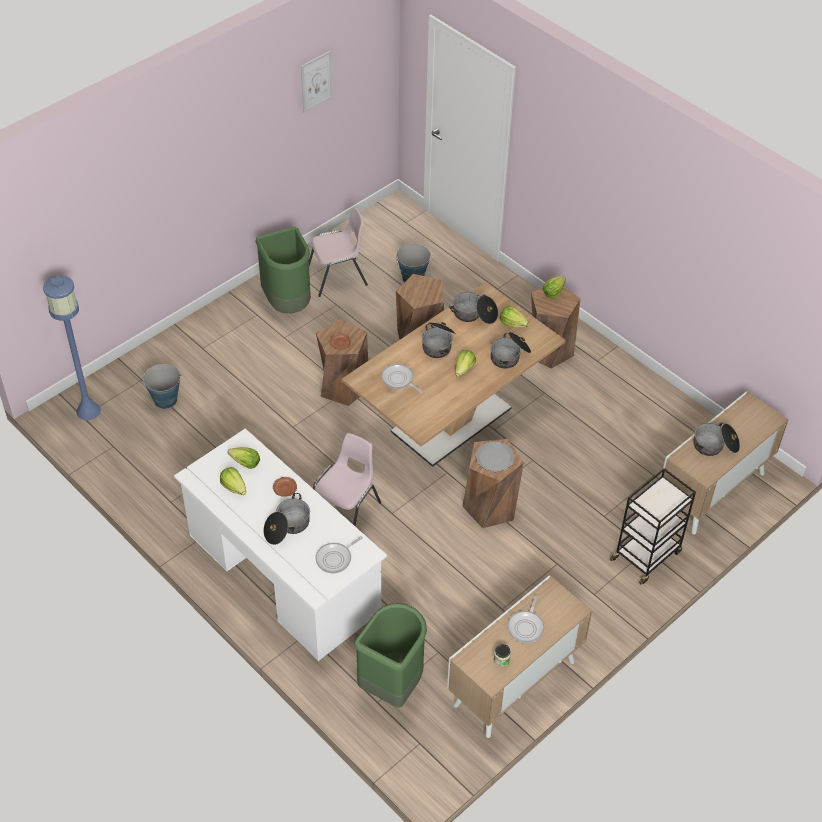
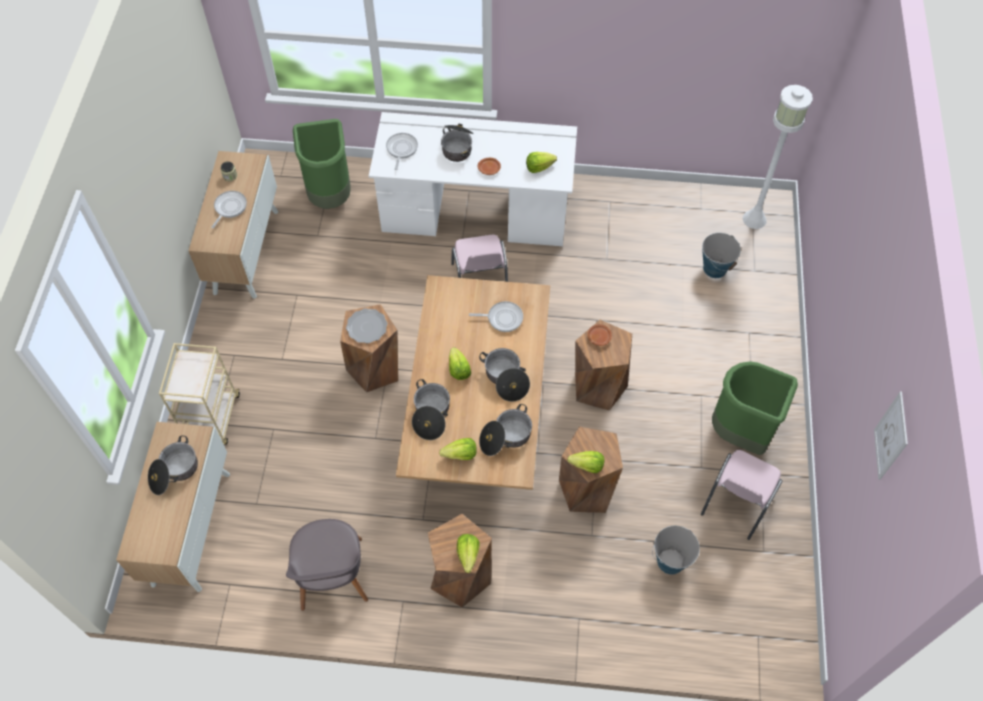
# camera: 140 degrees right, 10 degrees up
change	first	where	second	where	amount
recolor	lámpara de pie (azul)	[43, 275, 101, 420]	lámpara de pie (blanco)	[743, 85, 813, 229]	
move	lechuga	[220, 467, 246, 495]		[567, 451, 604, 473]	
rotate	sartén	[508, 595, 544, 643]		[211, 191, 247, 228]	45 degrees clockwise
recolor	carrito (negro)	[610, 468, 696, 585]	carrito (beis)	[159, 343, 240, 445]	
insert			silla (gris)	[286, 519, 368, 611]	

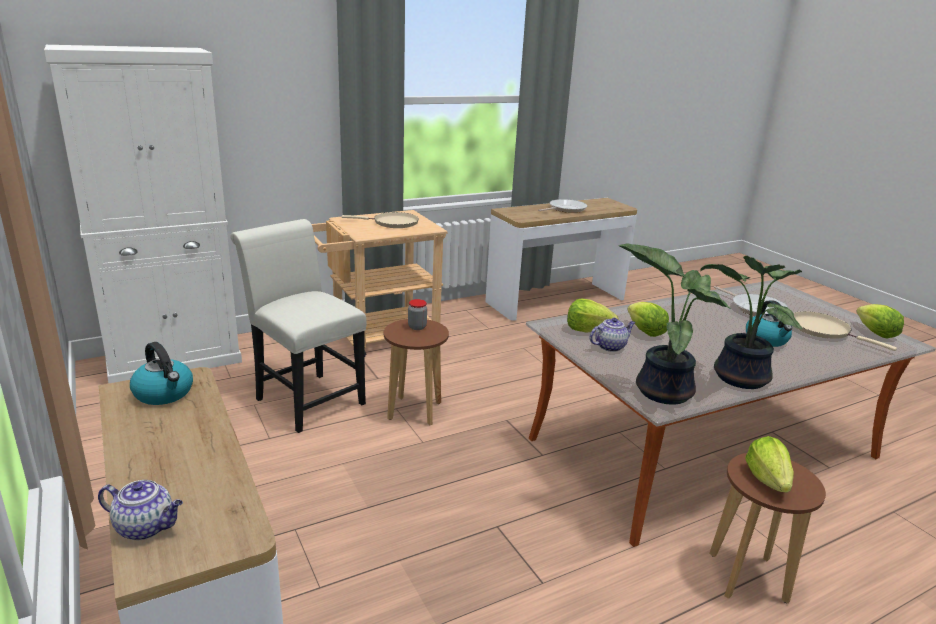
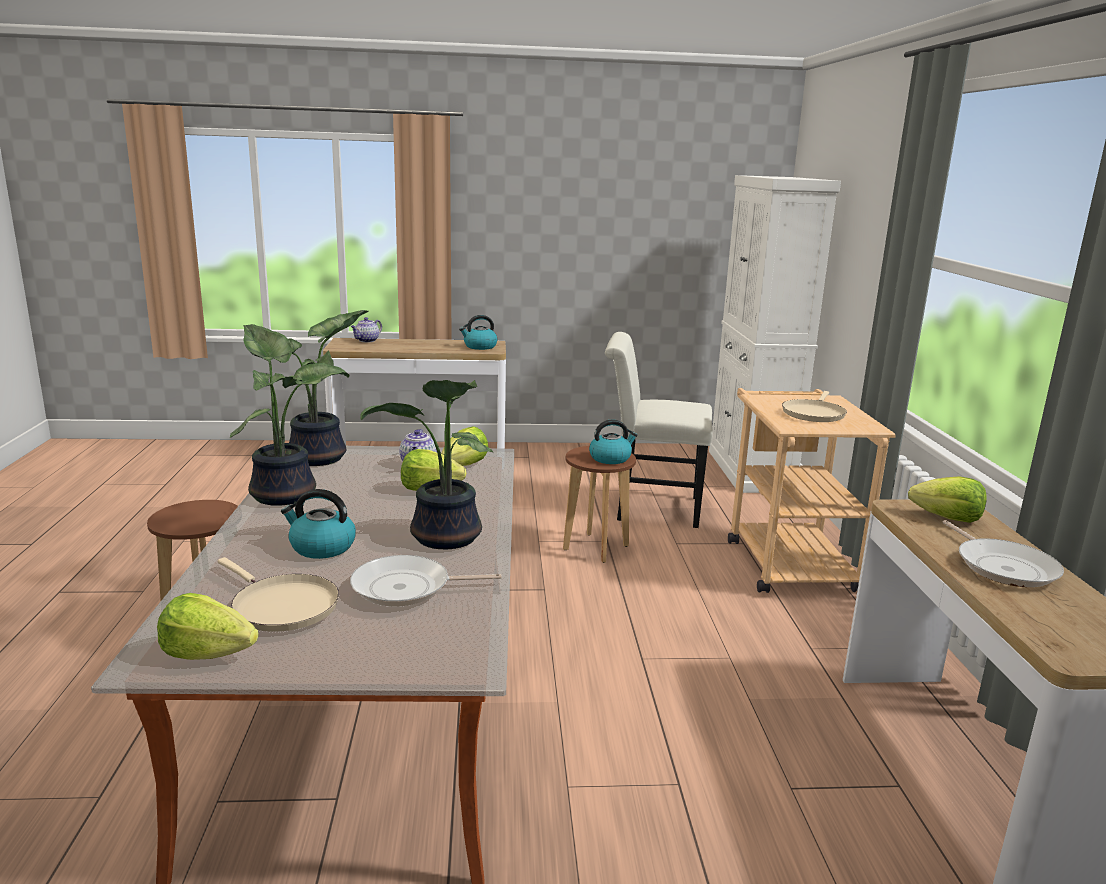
# camera: 115 degrees right, 5 degrees down
change	first	where	second	where	amount
rotate	silla (blanco)	[230, 219, 367, 433]		[605, 332, 713, 528]	150 degrees counterclockwise
replace	tarro	[408, 299, 427, 330]	hervidor	[589, 420, 638, 464]	
move	lechuga	[745, 436, 794, 493]		[908, 476, 987, 523]	
rotate	sartén (beis)	[793, 311, 897, 351]		[218, 557, 339, 632]	60 degrees clockwise
insert			planta en maceta	[361, 380, 494, 549]	

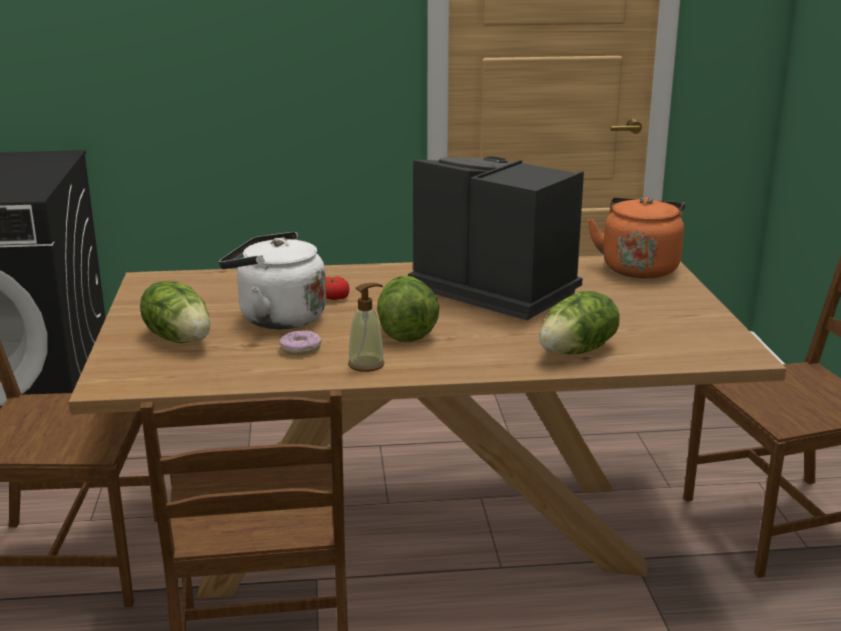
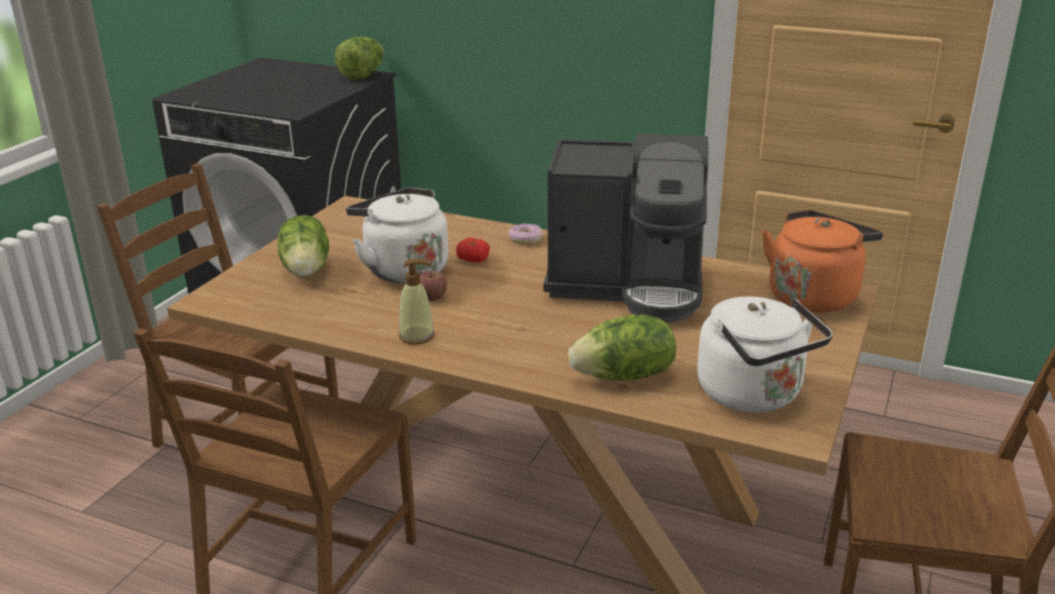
# camera: 30 degrees right, 5 degrees up
change	first	where	second	where	amount
move	rosquilla	[279, 330, 322, 355]		[508, 224, 543, 244]	
move	lechuga	[377, 276, 439, 342]		[335, 37, 383, 80]	
rotate	cafetera	[408, 157, 584, 320]		[543, 134, 708, 323]	120 degrees clockwise
insert			manzana	[420, 271, 447, 301]	
insert			hervidor (blanco)	[697, 296, 833, 412]	

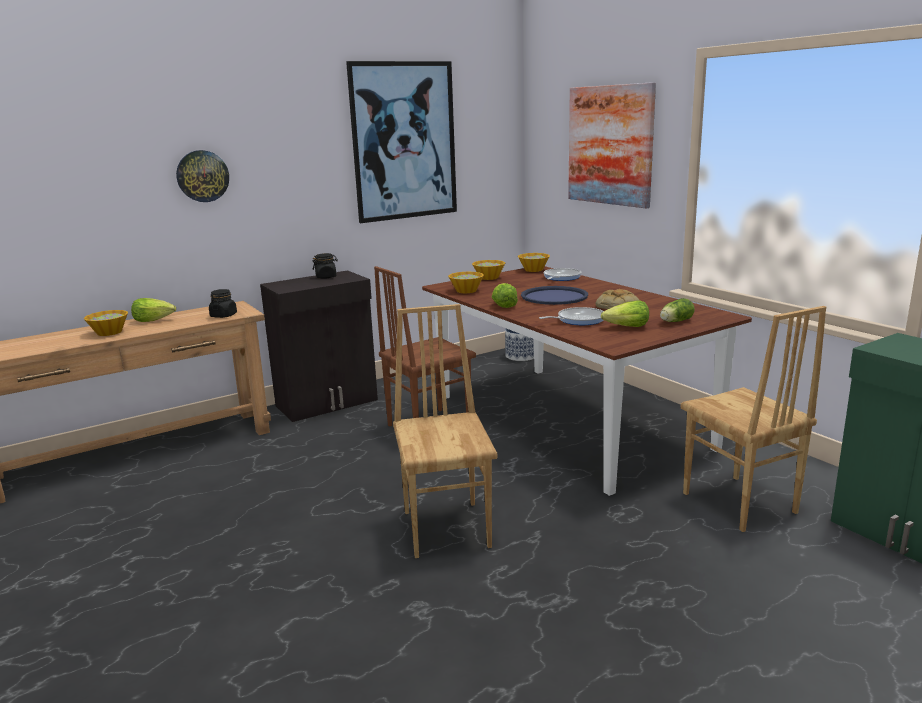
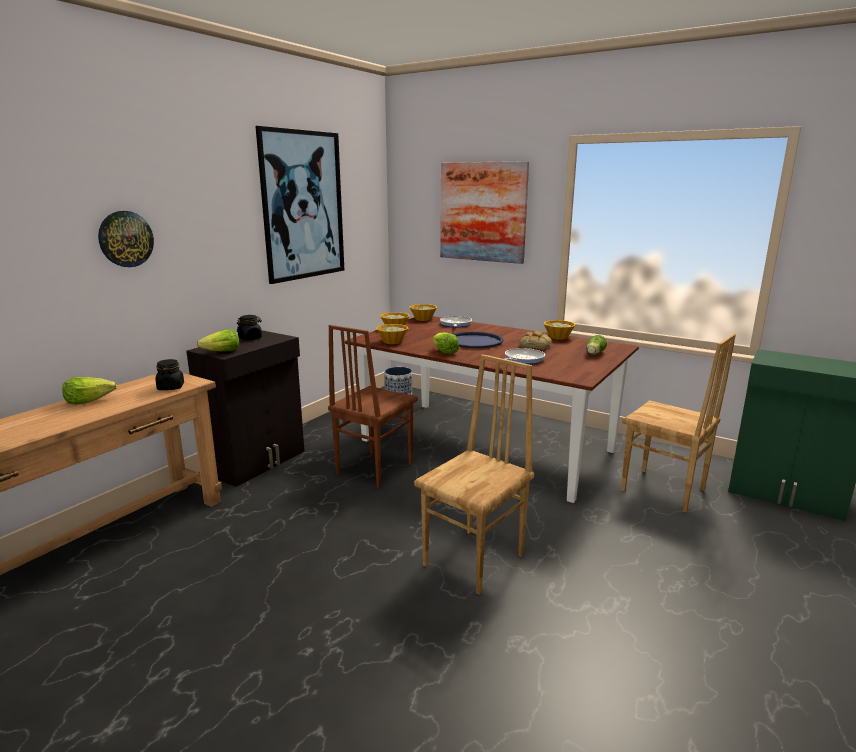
# camera: 25 degrees left, 0 degrees up
change	first	where	second	where	amount
move	cuenco	[84, 310, 128, 336]		[544, 320, 576, 340]	
rotate	silla (marrón)	[393, 304, 497, 558]		[414, 354, 534, 594]	75 degrees clockwise
move	lechuga	[601, 300, 649, 327]		[197, 329, 239, 351]	

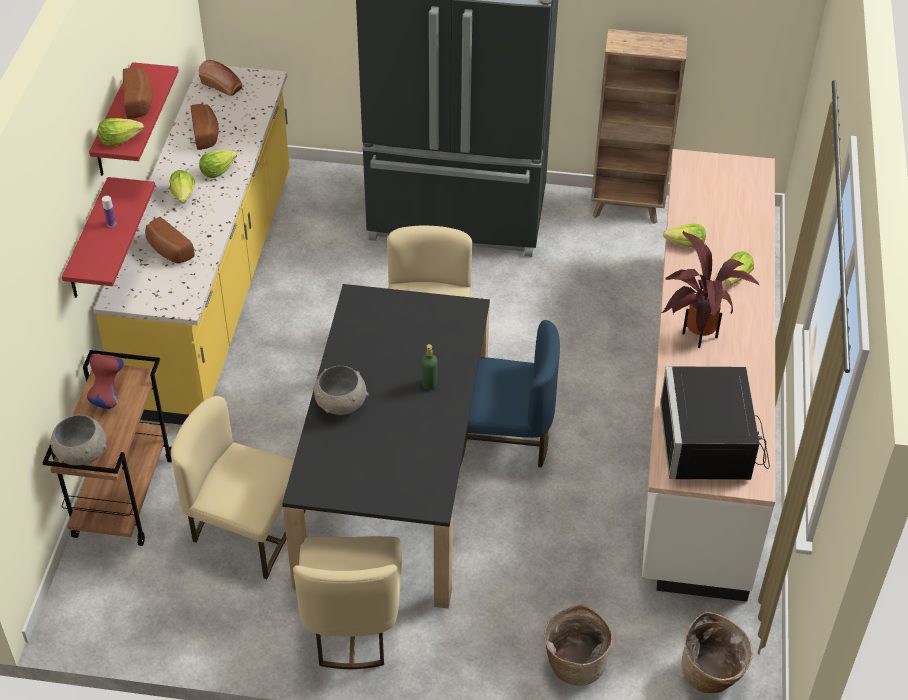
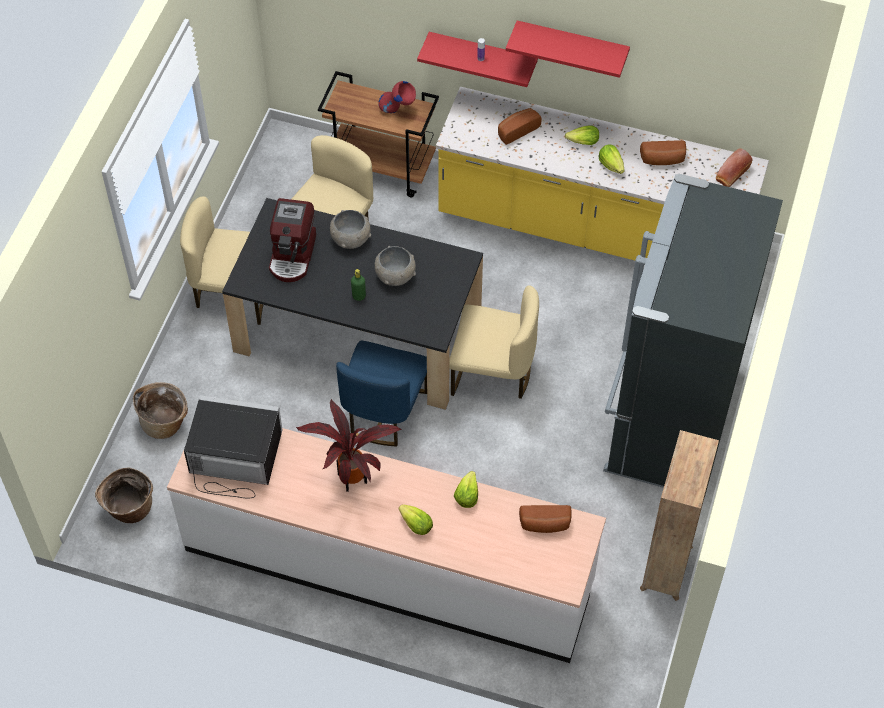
# camera: 100 degrees right, 10 degrees up
change	first	where	second	where	amount
move	cuenco (gris)	[50, 415, 107, 465]		[375, 246, 416, 286]	
delete	lechuga	[97, 118, 144, 147]			
move	pan	[123, 68, 153, 119]		[519, 505, 571, 533]	
insert			cafetera	[269, 198, 316, 282]	

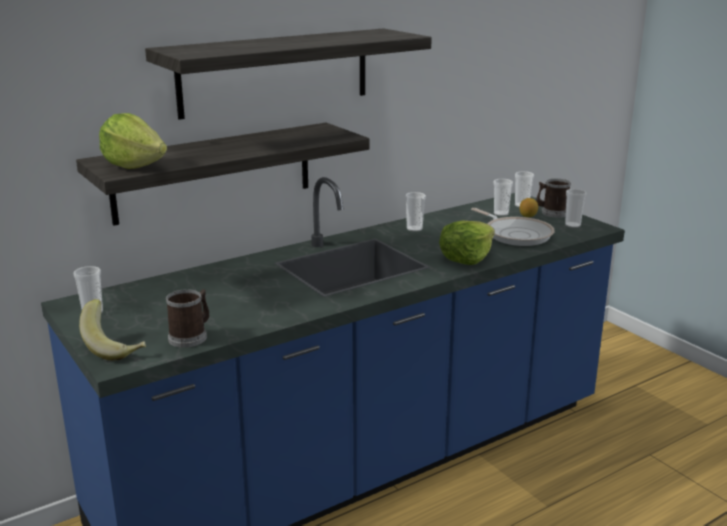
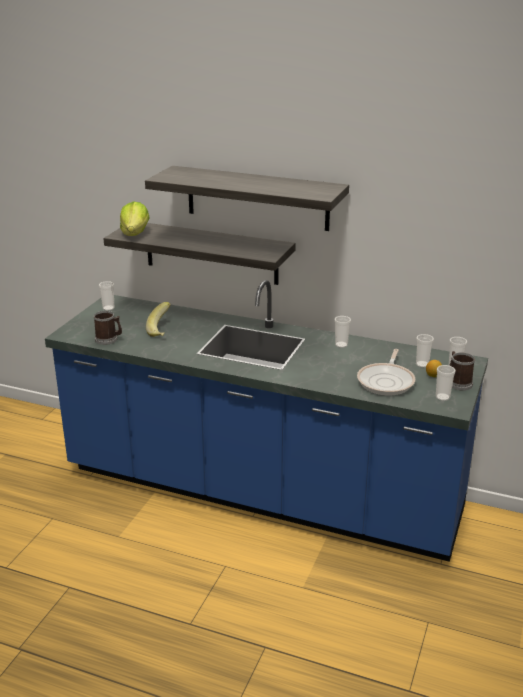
# camera: 55 degrees right, 5 degrees up
change	first	where	second	where	amount
move	plátano	[79, 299, 146, 360]		[146, 302, 171, 337]	
delete	lechuga	[439, 220, 495, 265]			

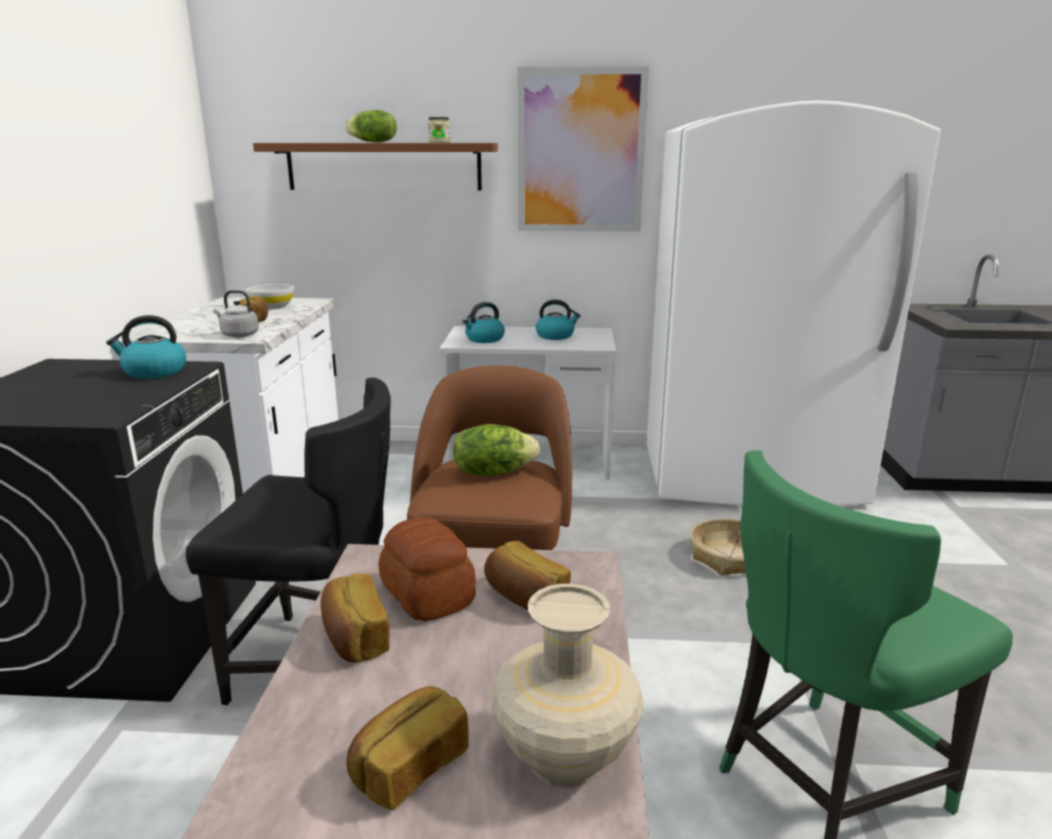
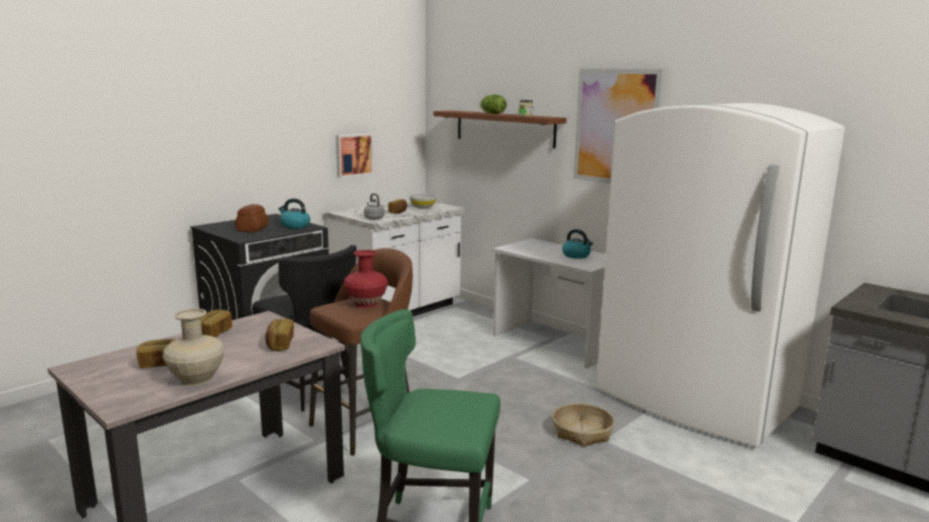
# camera: 40 degrees right, 5 degrees down
change	first	where	second	where	amount
move	pan	[378, 517, 476, 621]		[235, 204, 268, 232]	
replace	lechuga	[453, 424, 540, 476]	florero (rojo)	[343, 250, 388, 308]	
delete	hervidor	[462, 302, 505, 343]			
insert			cuadro	[336, 133, 373, 178]	

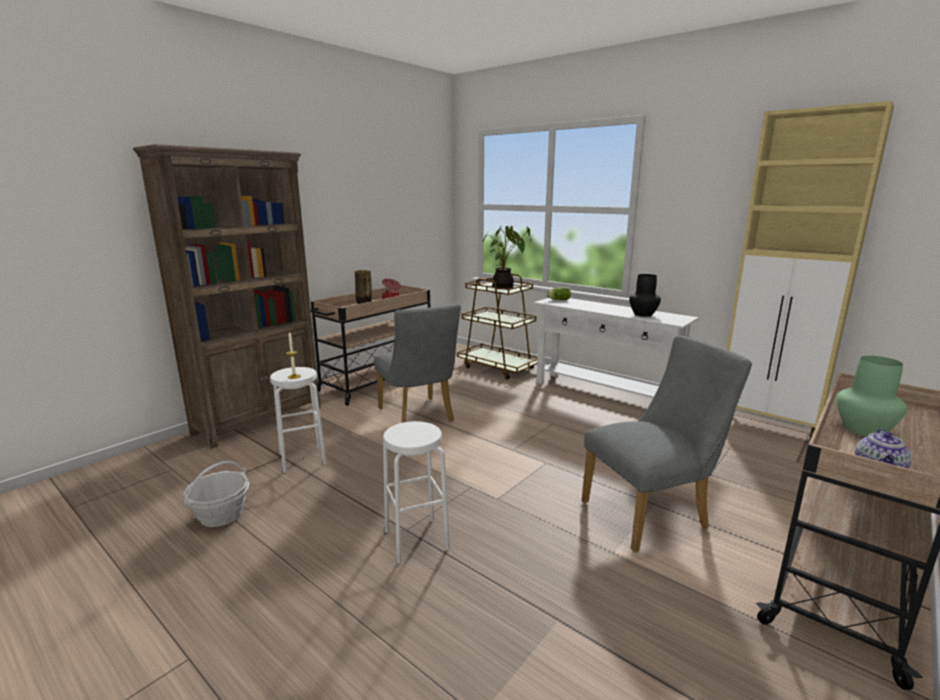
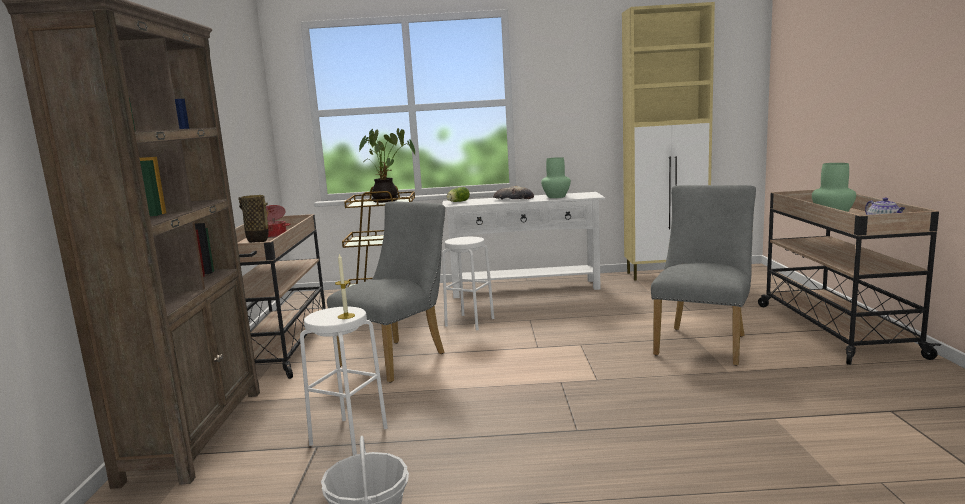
# camera: 40 degrees left, 5 degrees down
change	first	where	second	where	amount
rotate	silla (gris)	[374, 303, 461, 423]		[327, 201, 445, 383]	75 degrees counterclockwise
move	taburete (blanco)	[383, 421, 450, 563]		[442, 237, 494, 330]	
recolor	florero (negro)	[629, 274, 661, 317]	florero (verde)	[541, 157, 571, 198]	
insert			pan	[493, 186, 534, 200]	

